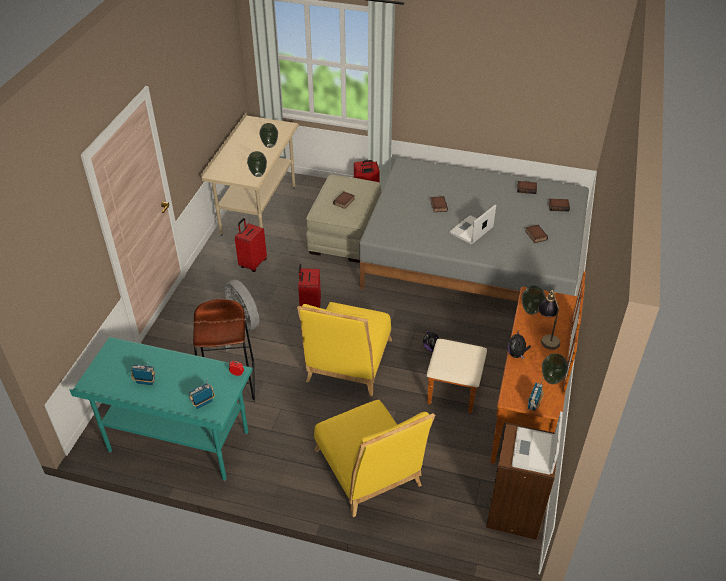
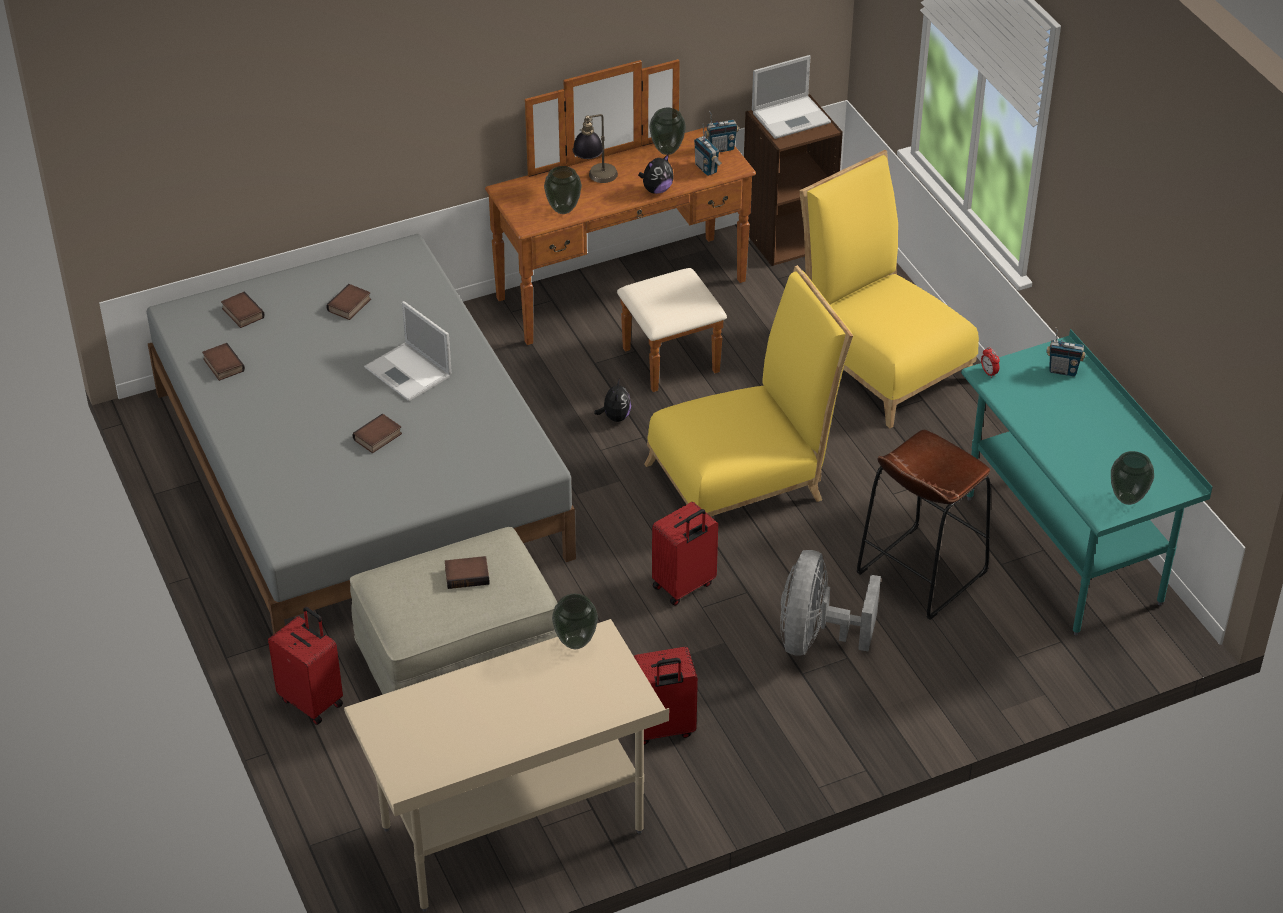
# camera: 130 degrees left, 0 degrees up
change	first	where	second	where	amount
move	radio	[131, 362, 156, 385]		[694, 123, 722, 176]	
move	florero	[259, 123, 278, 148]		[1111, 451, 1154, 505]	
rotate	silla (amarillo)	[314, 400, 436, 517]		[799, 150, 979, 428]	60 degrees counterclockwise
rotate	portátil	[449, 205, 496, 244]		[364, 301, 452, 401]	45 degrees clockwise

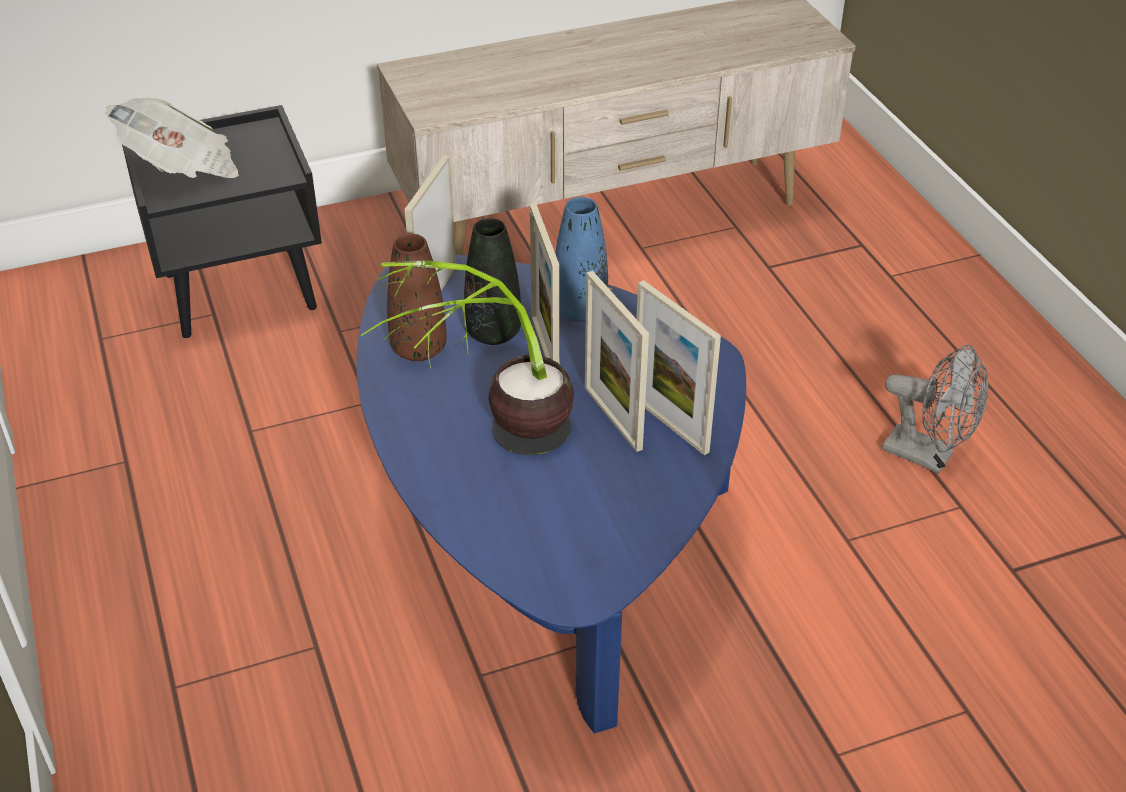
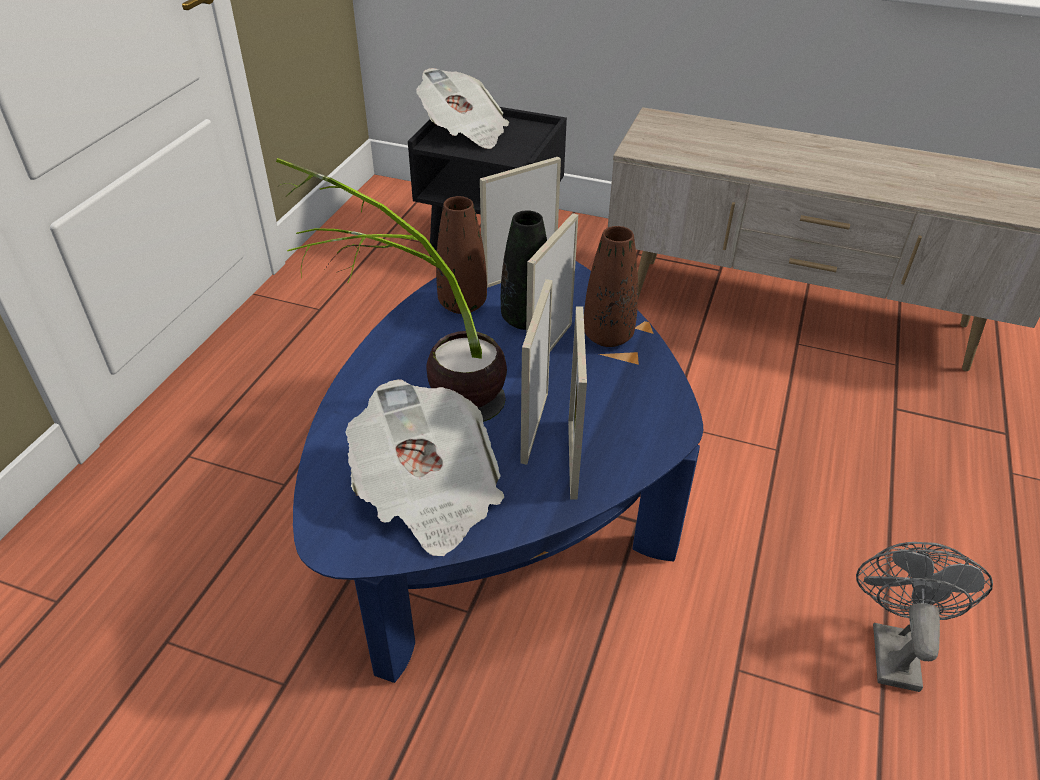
# camera: 40 degrees right, 0 degrees up
change	first	where	second	where	amount
recolor	florero (azul)	[555, 197, 608, 322]	florero (marrón)	[584, 226, 638, 347]	
rotate	ventilador (gris)	[882, 345, 988, 474]		[856, 542, 993, 692]	150 degrees counterclockwise
insert			periódico	[346, 379, 504, 556]	

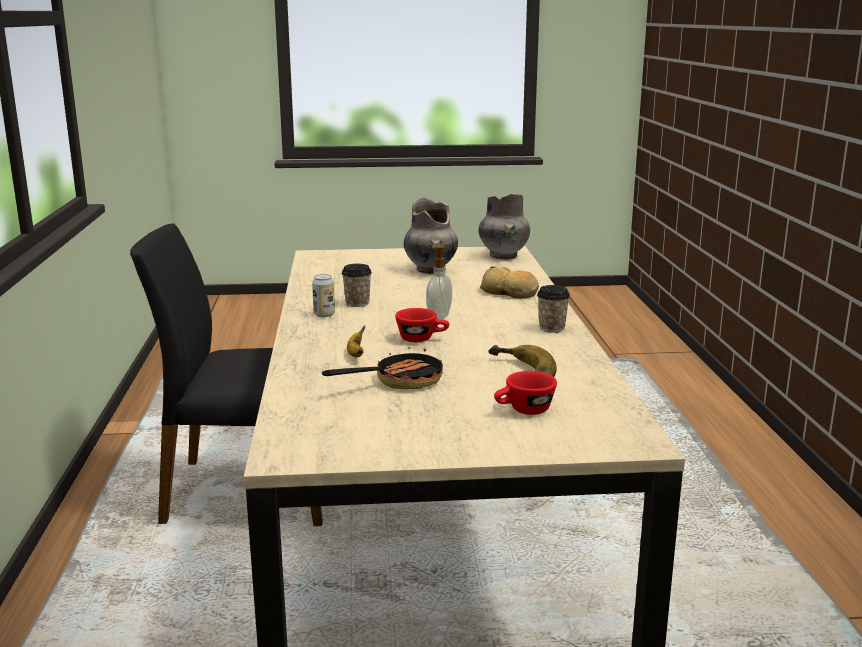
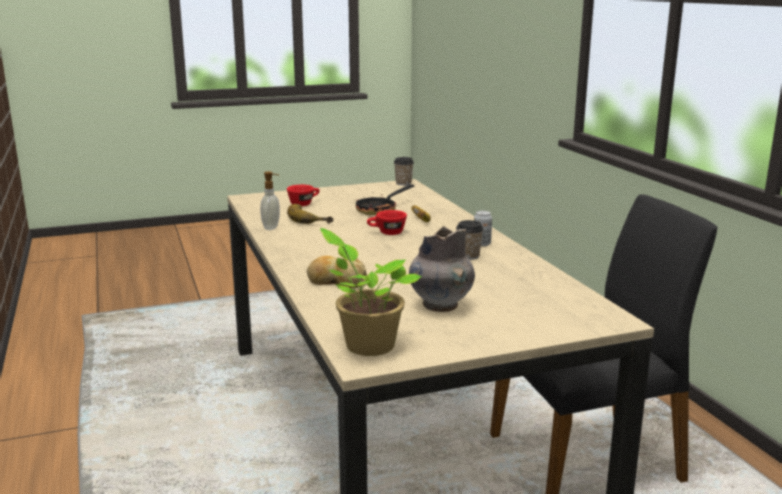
# camera: 165 degrees right, 0 degrees up
change	first	where	second	where	amount
move	dispensador de jabón	[426, 245, 452, 320]		[260, 172, 280, 230]	
replace	florero (gris)	[479, 193, 530, 260]	planta en maceta	[320, 228, 422, 356]	
move	taza	[537, 285, 570, 333]		[394, 157, 414, 186]	

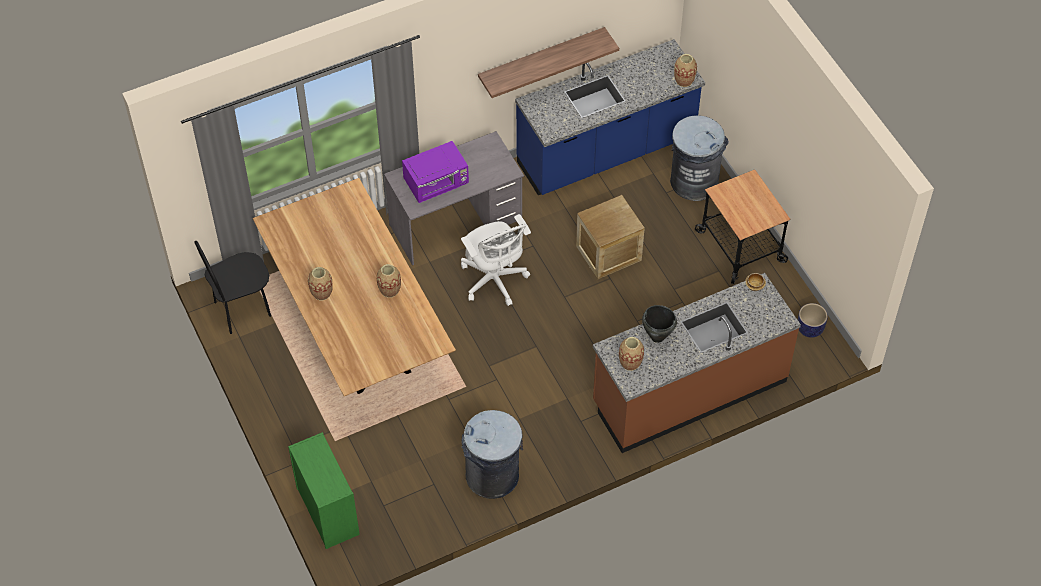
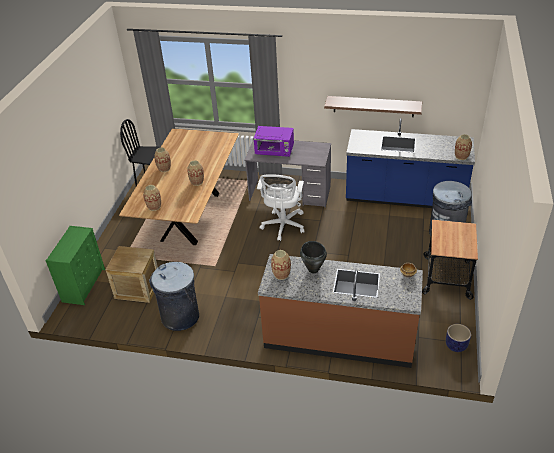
# camera: 40 degrees right, 15 degrees down
change	first	where	second	where	amount
move	caja de embalaje	[576, 195, 645, 279]		[106, 246, 158, 303]	
insert			florero	[143, 185, 161, 211]	

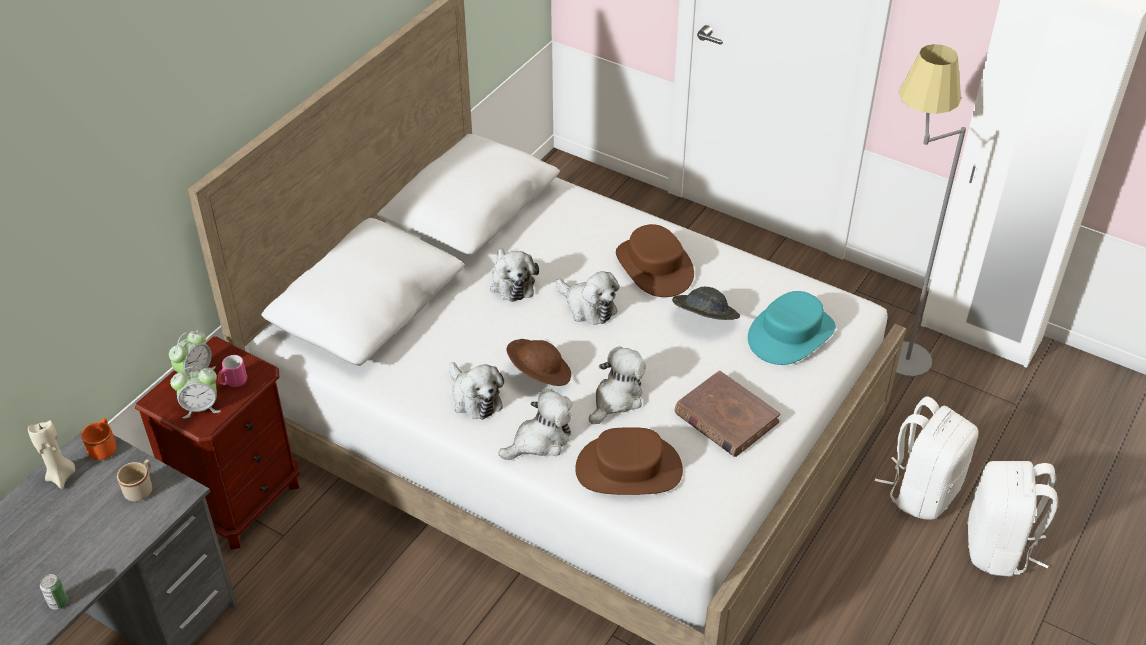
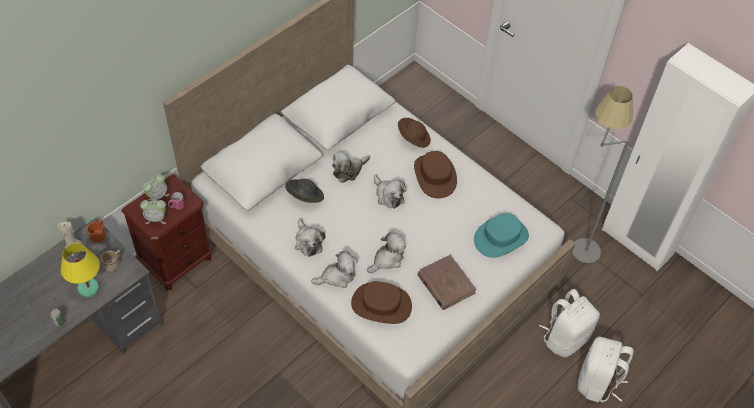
# camera: 10 degrees right, 10 degrees up
change	first	where	second	where	amount
rotate	peluche	[490, 248, 539, 302]		[332, 151, 370, 183]	60 degrees clockwise
move	sombrero (marrón)	[506, 339, 571, 386]		[398, 118, 431, 148]	
move	sombrero (gris)	[672, 287, 740, 320]		[285, 179, 324, 203]	
insert			lámpara de mesa (amarillo)	[60, 243, 100, 298]	

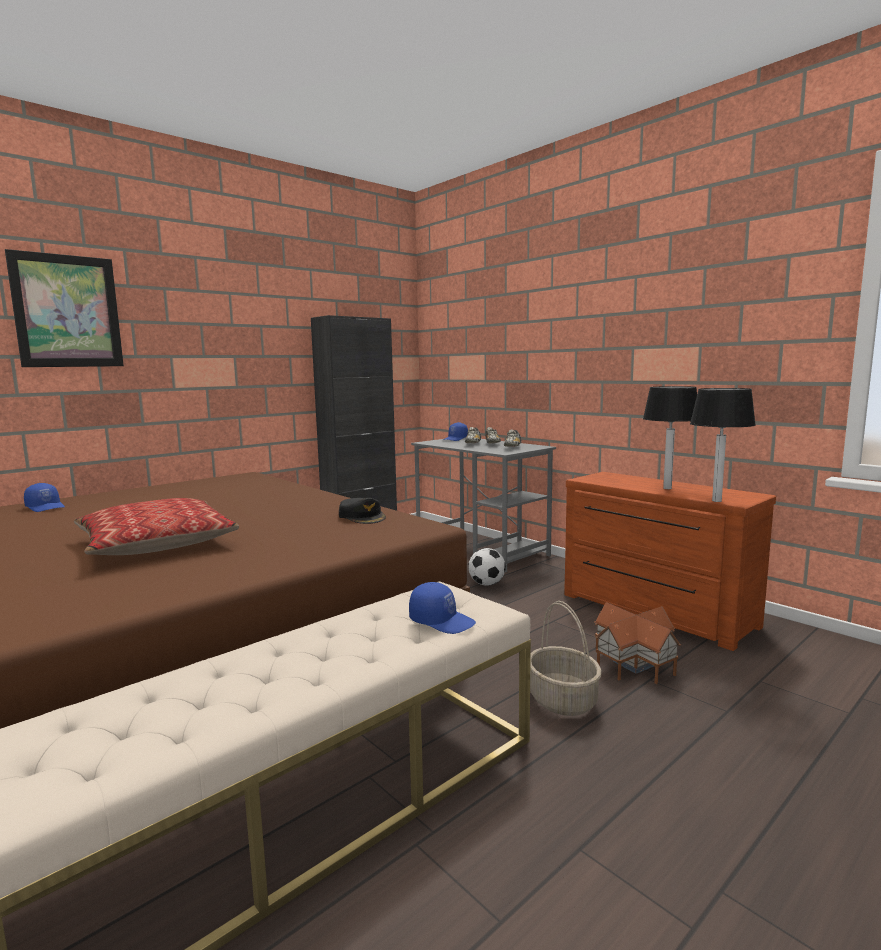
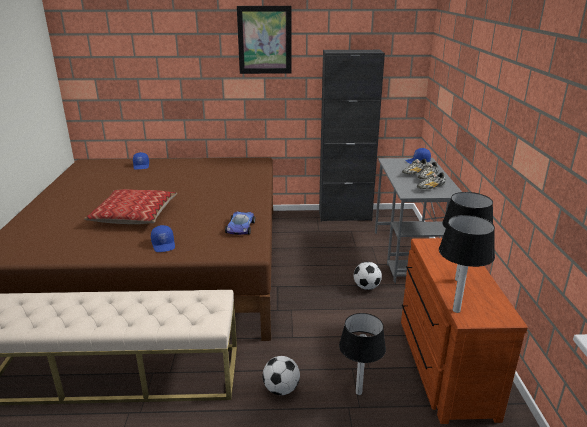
# camera: 40 degrees right, 15 degrees up
change	first	where	second	where	amount
move	cuadro	[5, 249, 124, 367]		[237, 6, 292, 74]	
replace	gorra (negro)	[339, 498, 386, 524]	coche de juguete	[225, 211, 255, 235]	
move	gorra (azul)	[409, 582, 476, 634]		[151, 225, 175, 252]	
replace	cesta	[530, 601, 602, 716]	balón de fútbol	[262, 356, 300, 395]	
replace	casita	[594, 602, 681, 684]	lámpara de mesa	[339, 313, 386, 395]	

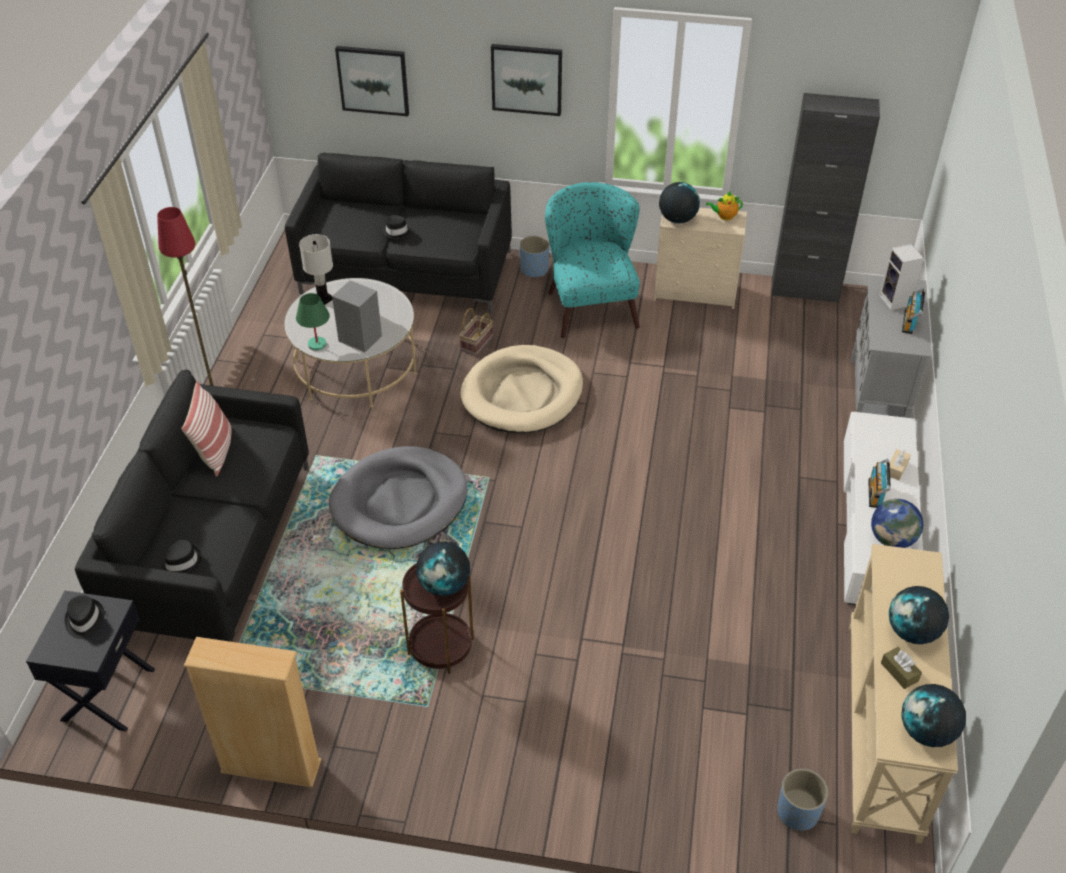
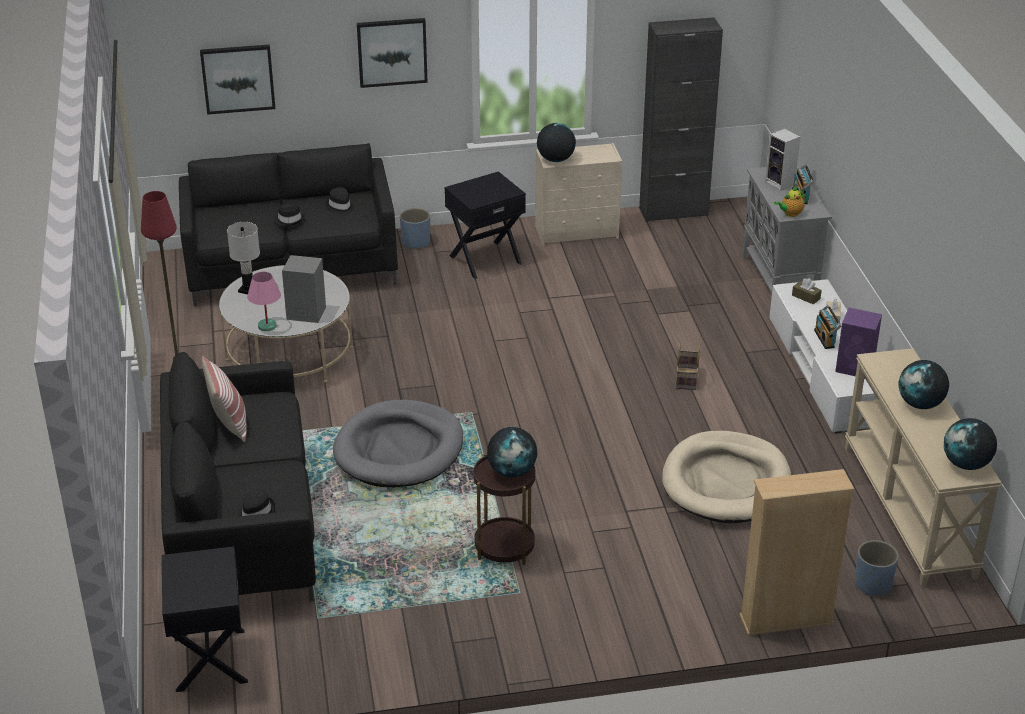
# camera: 20 degrees left, 10 degrees down
change	first	where	second	where	amount
move	sombrero (negro)	[65, 595, 104, 639]		[326, 187, 355, 214]	
move	estantería (beis)	[184, 637, 322, 787]		[739, 469, 854, 635]	
recolor	lámpara de mesa (verde)	[296, 293, 330, 351]	lámpara de mesa (rosa)	[247, 272, 281, 331]	
move	cesta	[459, 308, 493, 356]		[676, 342, 700, 390]	
move	cama para perro (beis)	[461, 345, 583, 433]		[662, 431, 791, 523]	
replace	sillón (turquesa)	[545, 182, 640, 338]	mesa auxiliar (negro)	[445, 171, 526, 279]	
move	tetera	[706, 191, 743, 220]		[774, 186, 807, 217]	
replace	globo terráqueo	[871, 499, 923, 548]	altavoz (morado)	[835, 308, 882, 376]	
move	caja de pañuelos (marrón)	[881, 647, 922, 689]		[792, 278, 822, 304]	

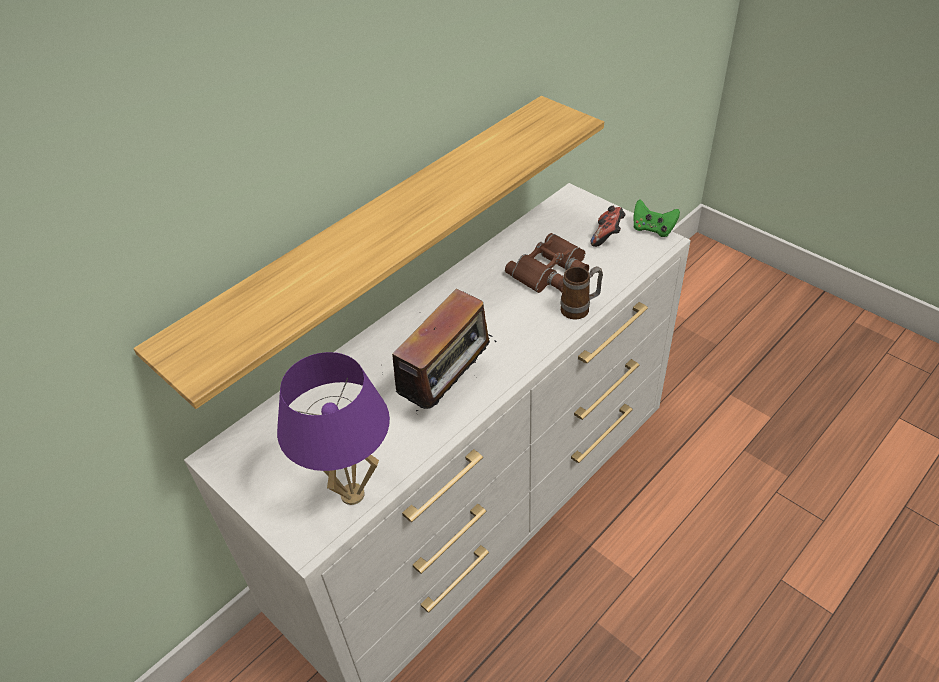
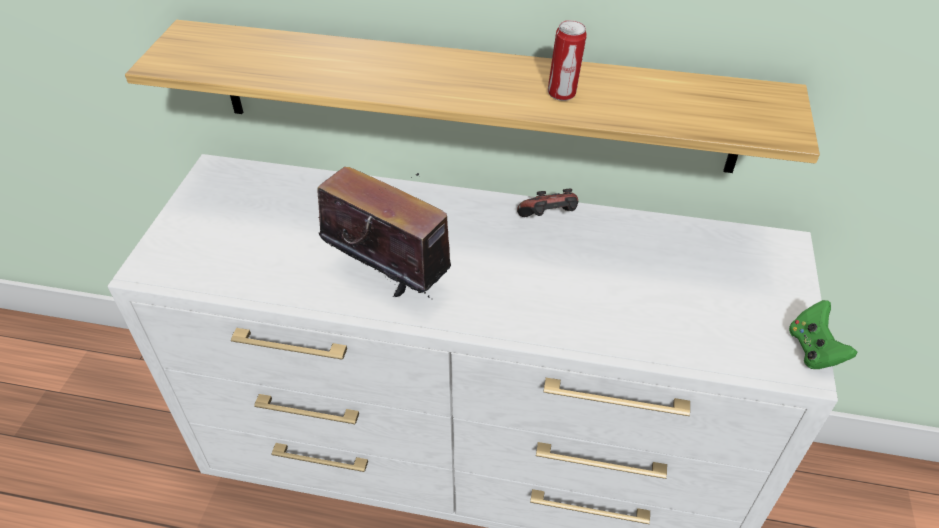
# camera: 55 degrees right, 0 degrees up
change	first	where	second	where	amount
delete	lámpara de mesa (morado)	[277, 352, 390, 505]			
rotate	radio	[392, 289, 497, 411]		[317, 167, 451, 298]	150 degrees counterclockwise
delete	prismáticos (marrón)	[505, 233, 589, 293]			
delete	taza grande	[560, 266, 603, 320]			
move	mando de consola	[591, 206, 626, 247]		[517, 189, 578, 217]	
insert			lata	[548, 20, 587, 101]	

